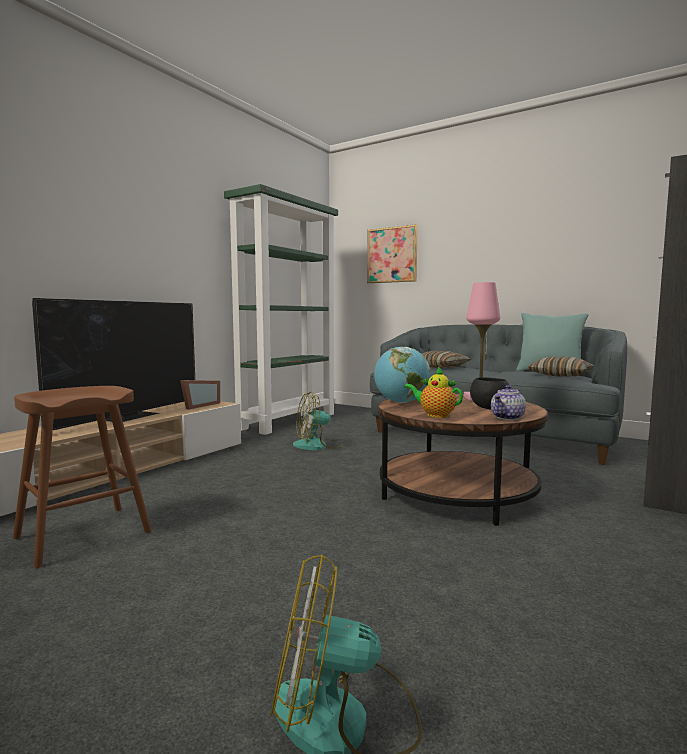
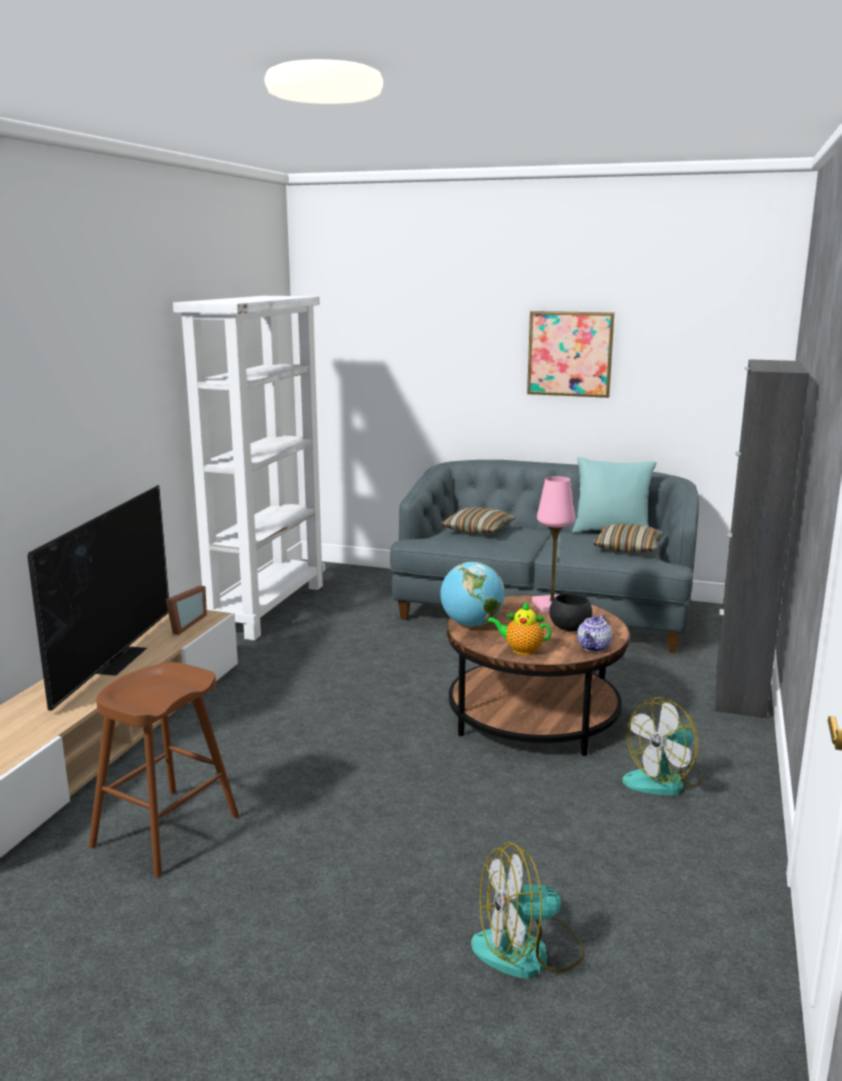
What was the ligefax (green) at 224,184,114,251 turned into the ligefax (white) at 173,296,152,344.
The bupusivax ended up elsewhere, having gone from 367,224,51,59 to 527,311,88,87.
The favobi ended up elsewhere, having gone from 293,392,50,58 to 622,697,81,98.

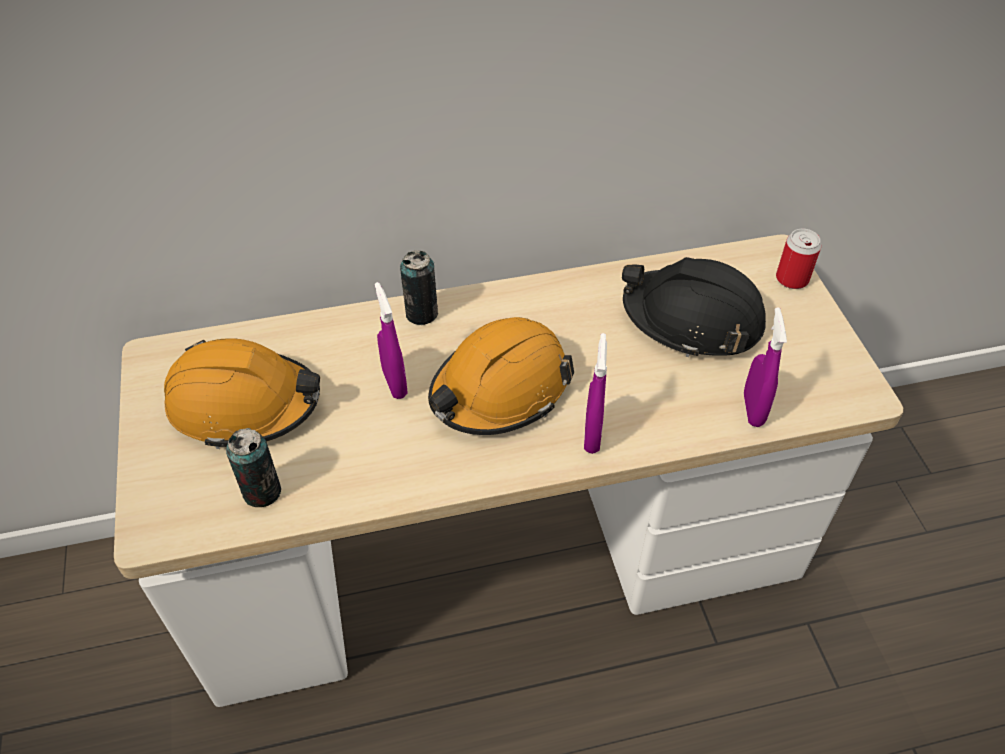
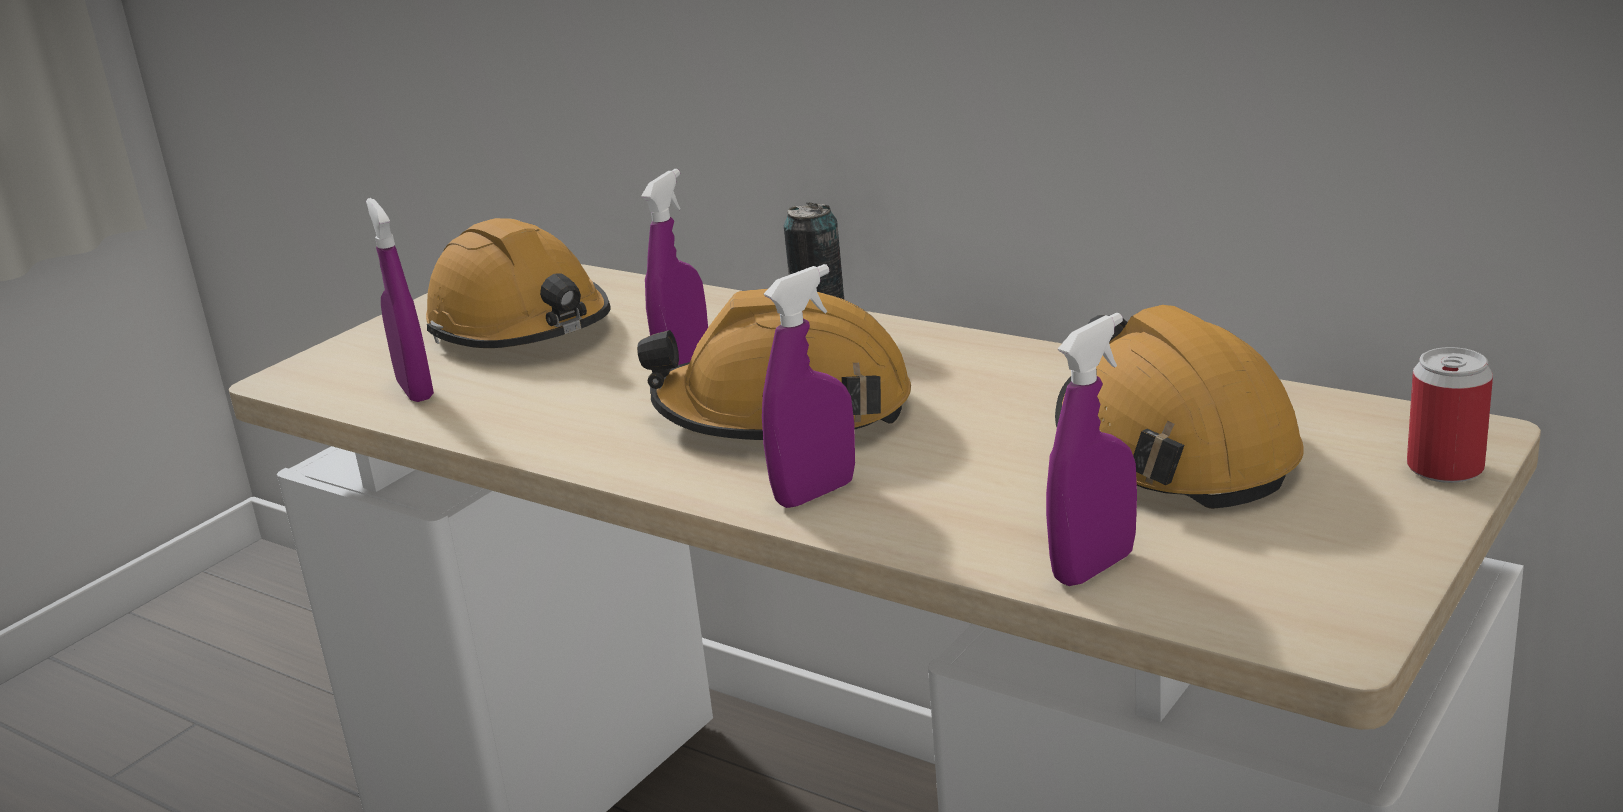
Where the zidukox stood at 226,428,55,79, the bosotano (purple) came to stand at 366,198,68,204.
What was the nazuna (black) at 622,257,144,100 turned into the nazuna (orange) at 1055,305,249,204.

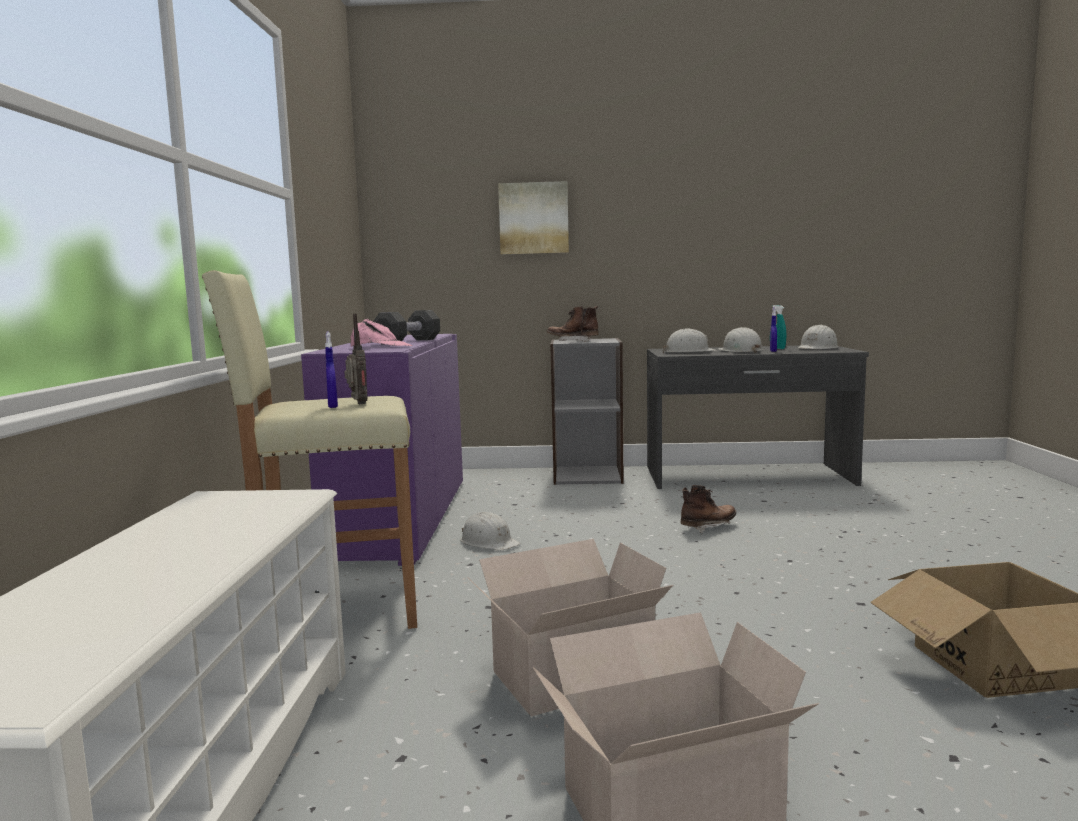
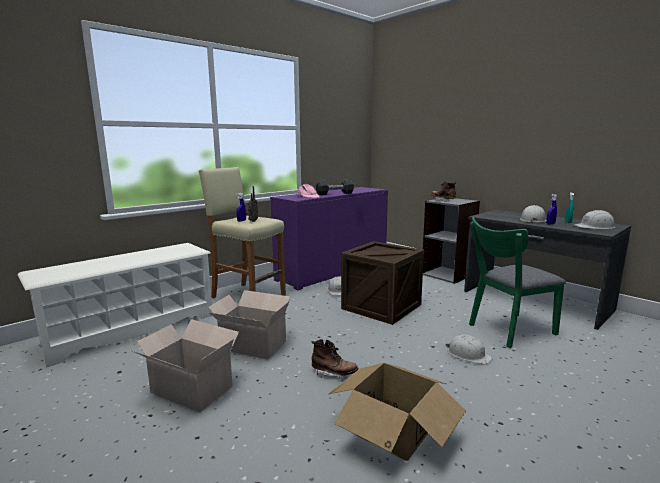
The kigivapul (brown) ended up elsewhere, having gone from 681,485,55,48 to 312,339,46,39.
The second view gained the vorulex at 341,241,83,84.
The nazuna (white) ended up elsewhere, having gone from 662,328,55,25 to 446,334,47,30.
The second view gained the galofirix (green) at 469,217,97,131.
The second view lost the bupusivax at 498,181,71,73.

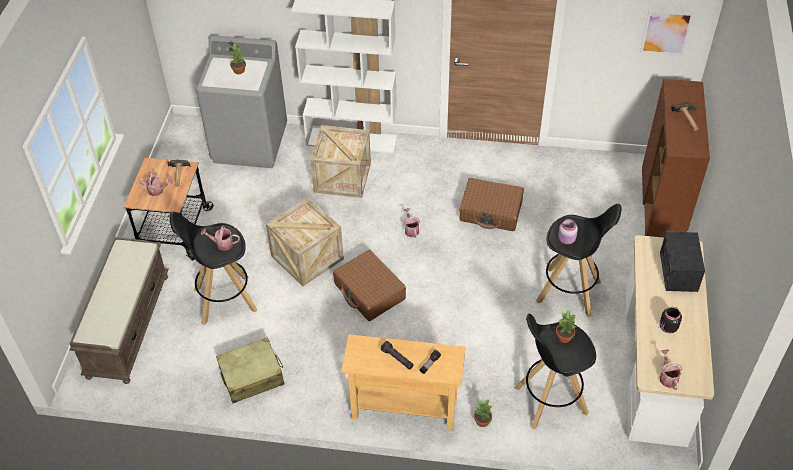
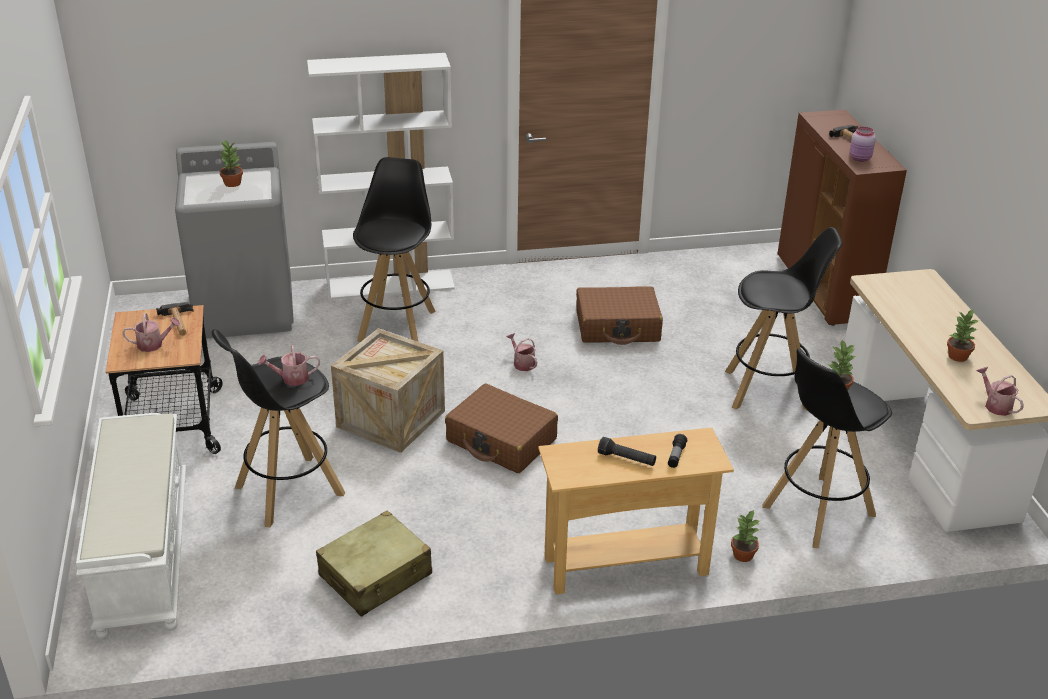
What was the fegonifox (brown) at 69,237,100,147 turned into the fegonifox (white) at 76,413,110,226.
Where the vorulex stood at 310,125,61,73, the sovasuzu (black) came to stand at 353,157,82,185.
The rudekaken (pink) ended up elsewhere, having gone from 558,219,20,26 to 849,127,27,35.
Where the rudekaken (black) stood at 659,307,23,26, the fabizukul came to stand at 947,310,31,52.
The second view lost the bupusivax at 640,10,54,46.
The second view lost the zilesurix at 660,232,45,60.

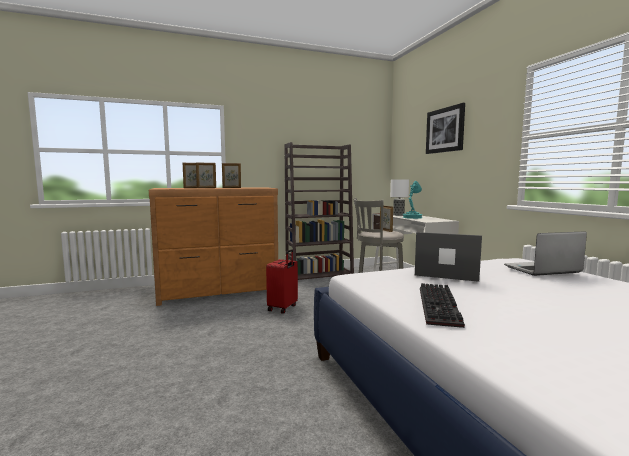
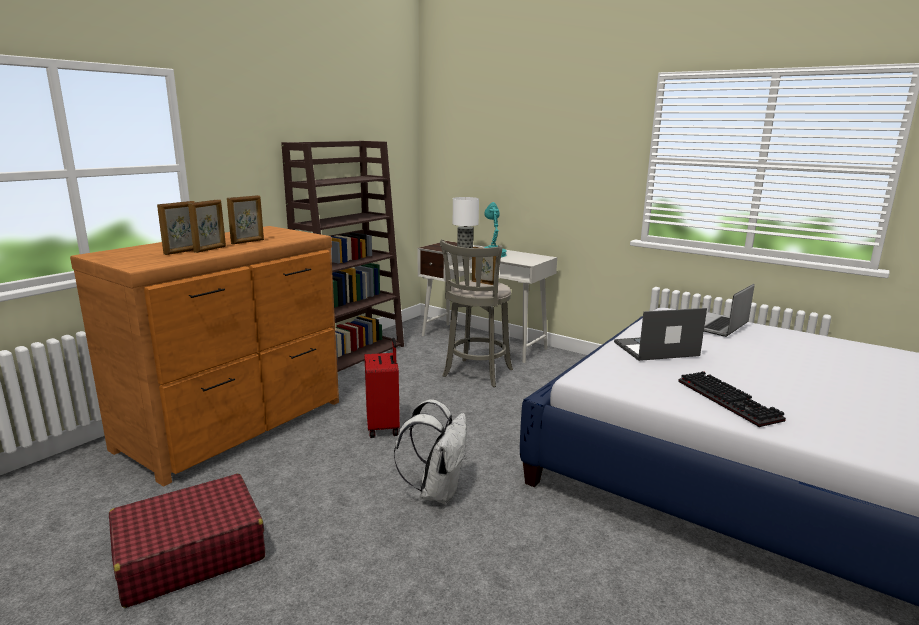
The second view gained the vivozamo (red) at 109,474,156,134.
The second view gained the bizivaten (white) at 394,399,73,105.
The second view lost the bupusivax at 426,103,39,51.

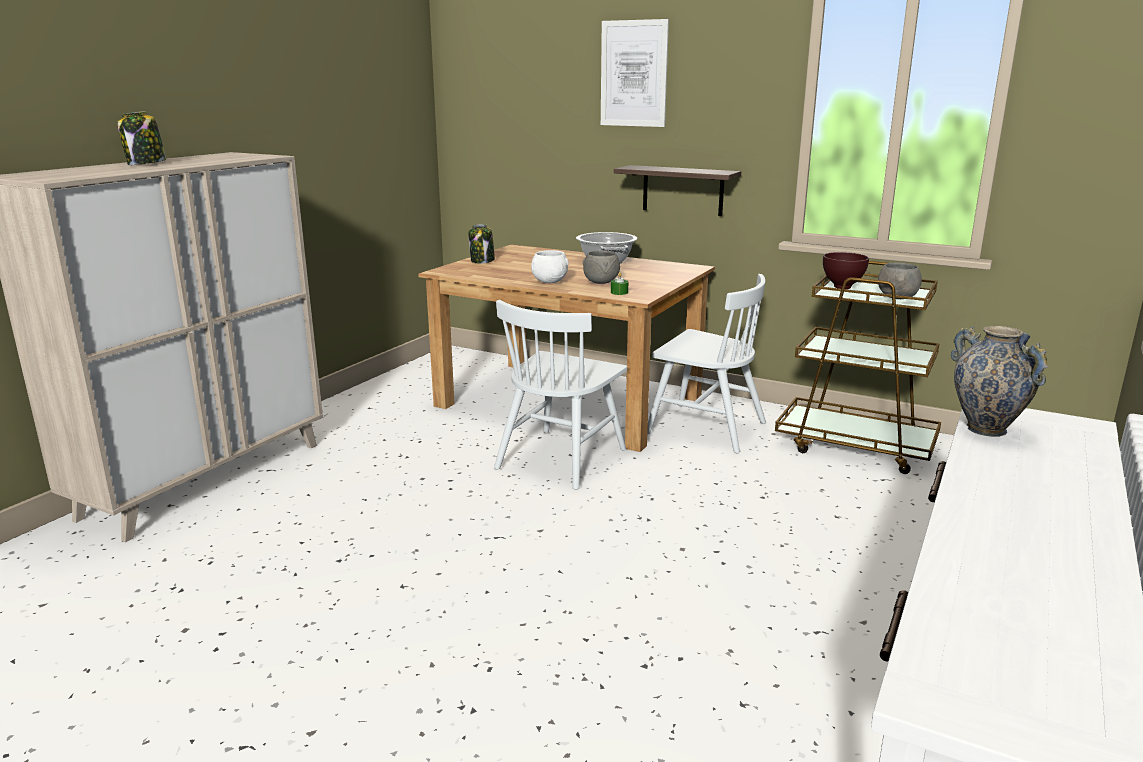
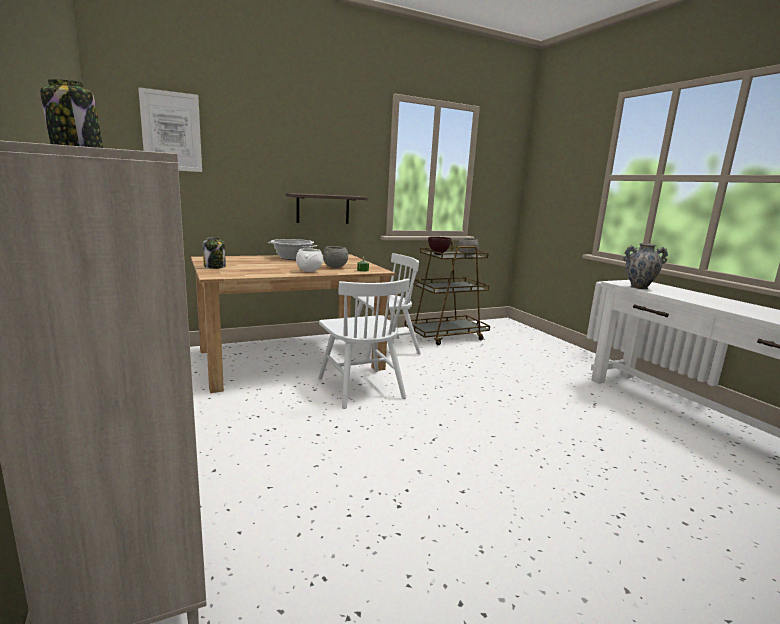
The bupusivax ended up elsewhere, having gone from 601,19,68,108 to 138,87,64,85.

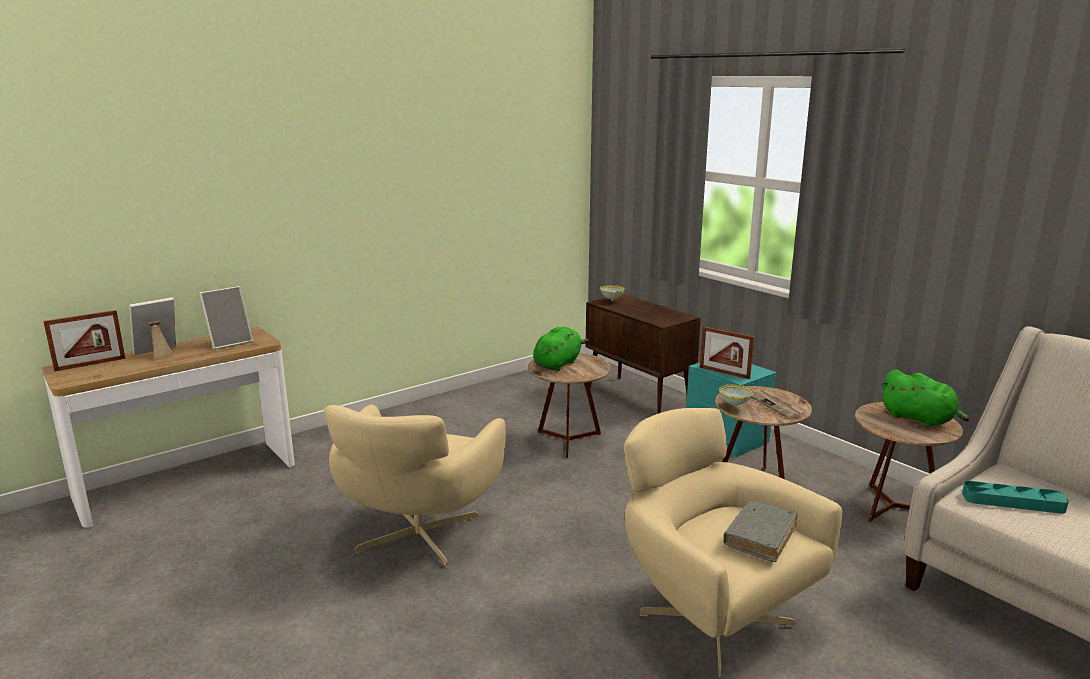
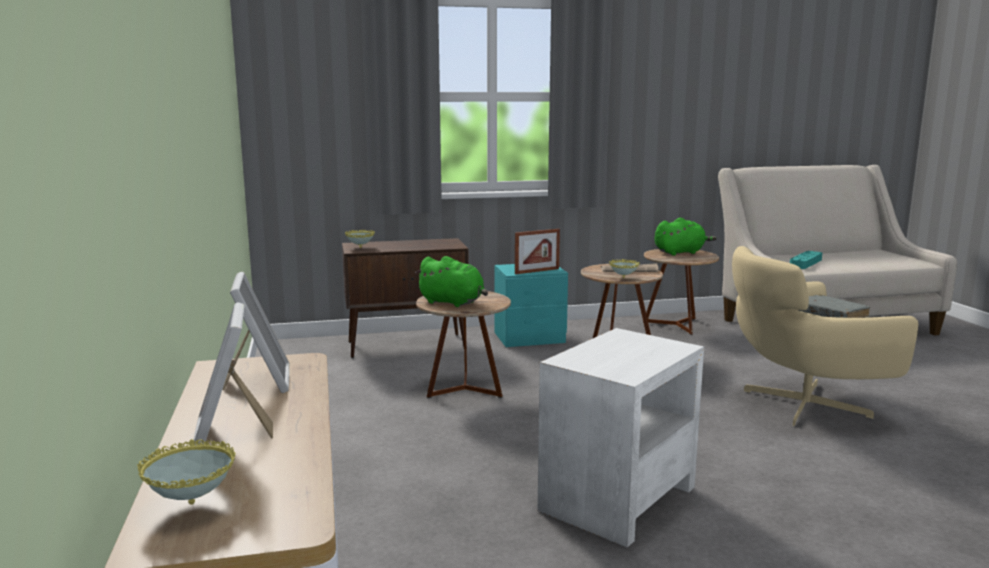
Where the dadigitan stood at 43,310,83,62, the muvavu came to stand at 137,439,99,66.
The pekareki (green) at 533,327,56,44 ended up facing another way, 150 degrees clockwise from before.
Where the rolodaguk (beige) stood at 324,405,182,163, the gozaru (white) came to stand at 538,328,166,220.

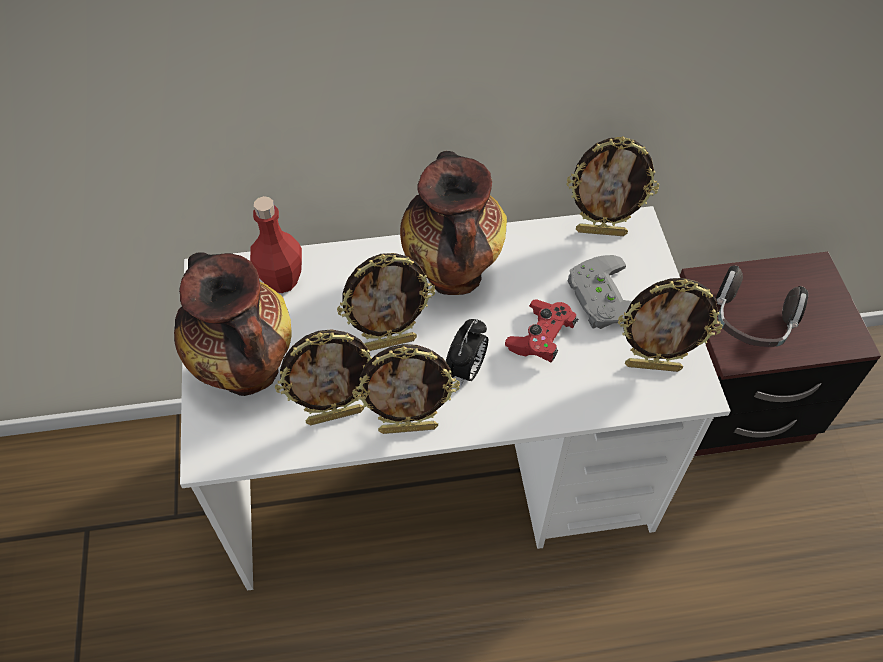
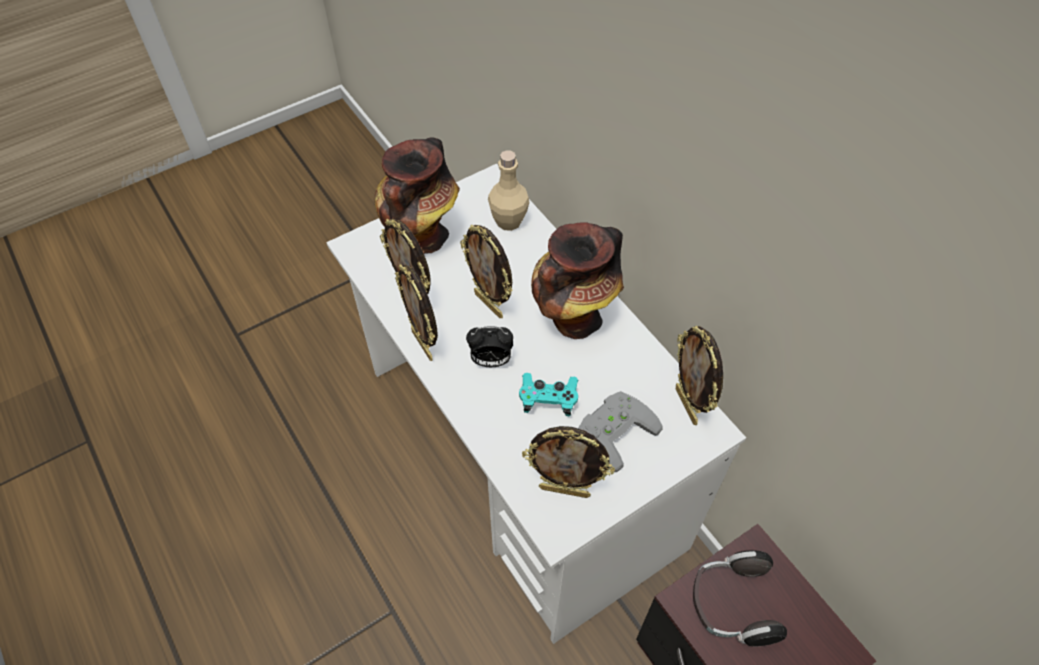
What was the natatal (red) at 250,196,52,97 turned into the natatal (beige) at 488,150,41,81.
What was the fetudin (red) at 505,299,73,64 turned into the fetudin (turquoise) at 519,373,60,43.
The dadigitan at 618,278,105,94 ended up facing another way, 60 degrees counterclockwise from before.

